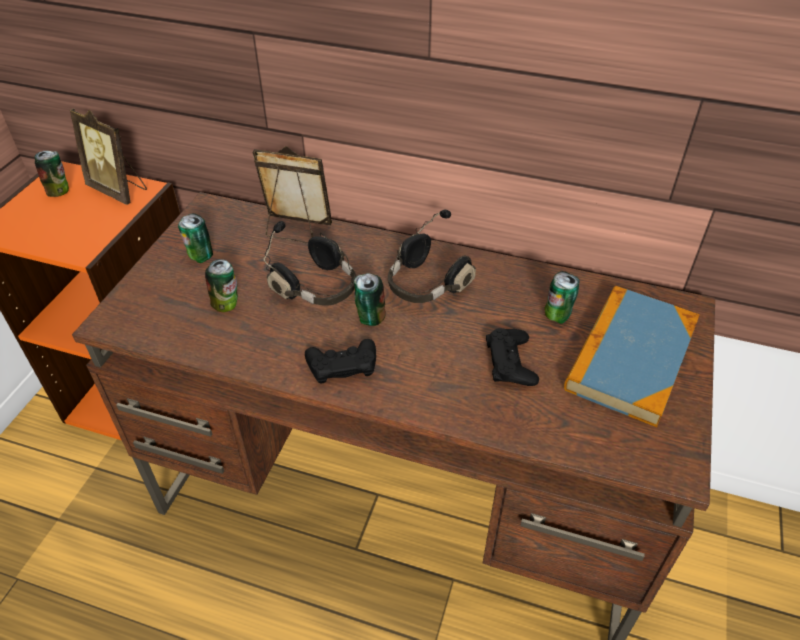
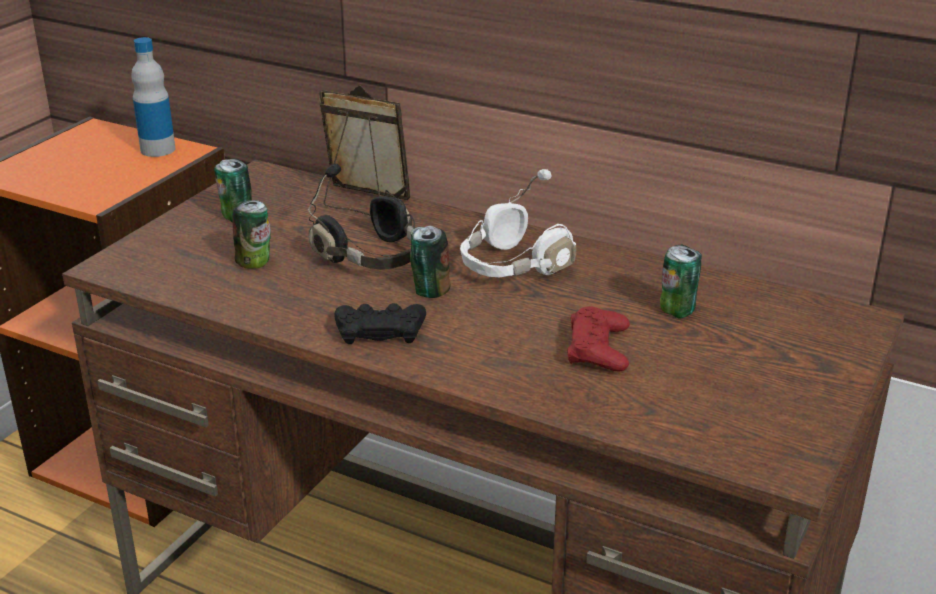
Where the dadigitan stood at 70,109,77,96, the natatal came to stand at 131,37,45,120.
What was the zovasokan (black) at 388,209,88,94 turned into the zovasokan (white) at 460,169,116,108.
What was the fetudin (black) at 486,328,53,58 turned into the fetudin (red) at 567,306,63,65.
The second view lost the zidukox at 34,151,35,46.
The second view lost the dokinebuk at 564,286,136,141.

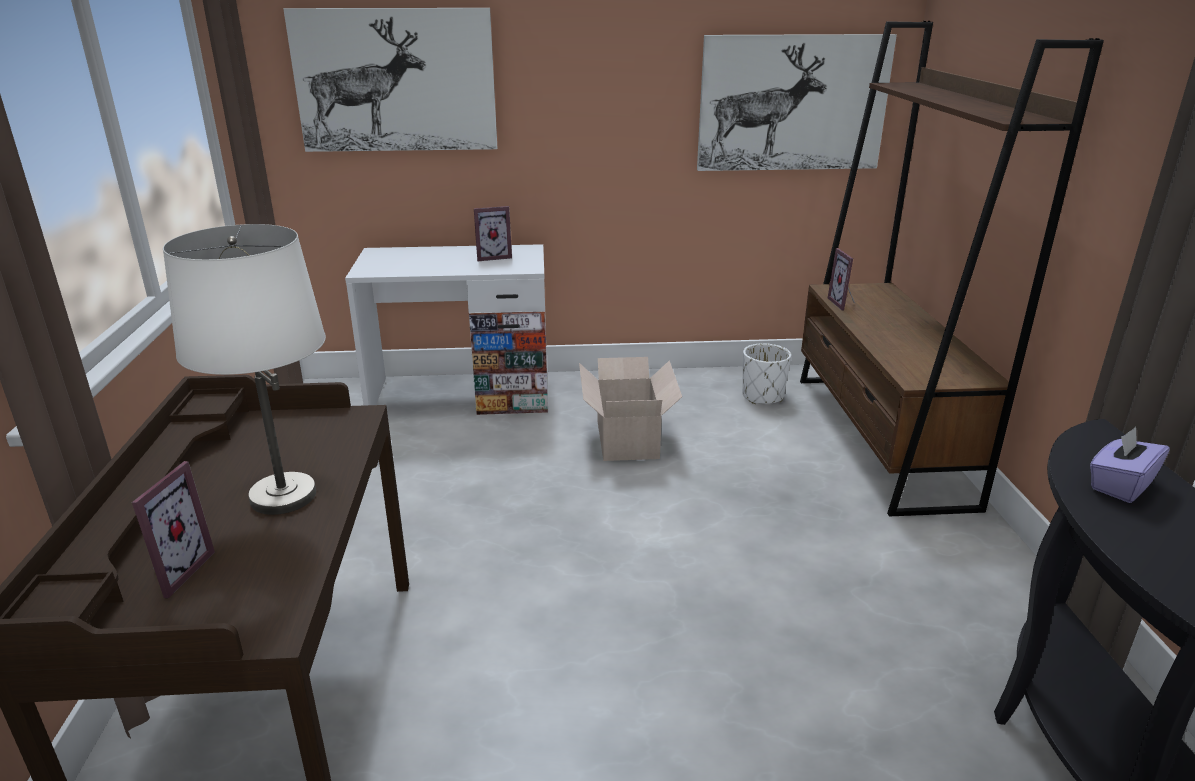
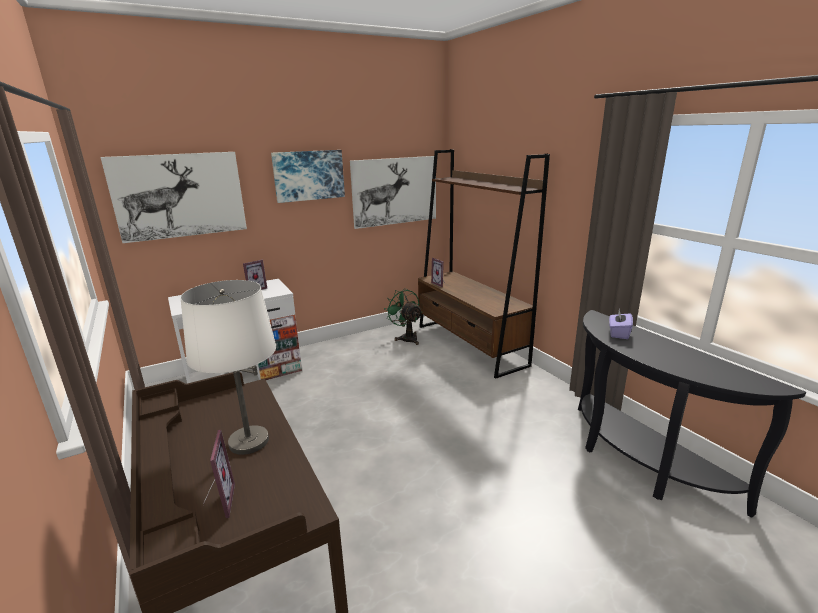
The second view gained the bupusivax at 271,150,74,53.
Where the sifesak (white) stood at 742,343,49,61, the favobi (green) came to stand at 384,289,38,56.
The second view lost the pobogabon at 579,357,103,104.

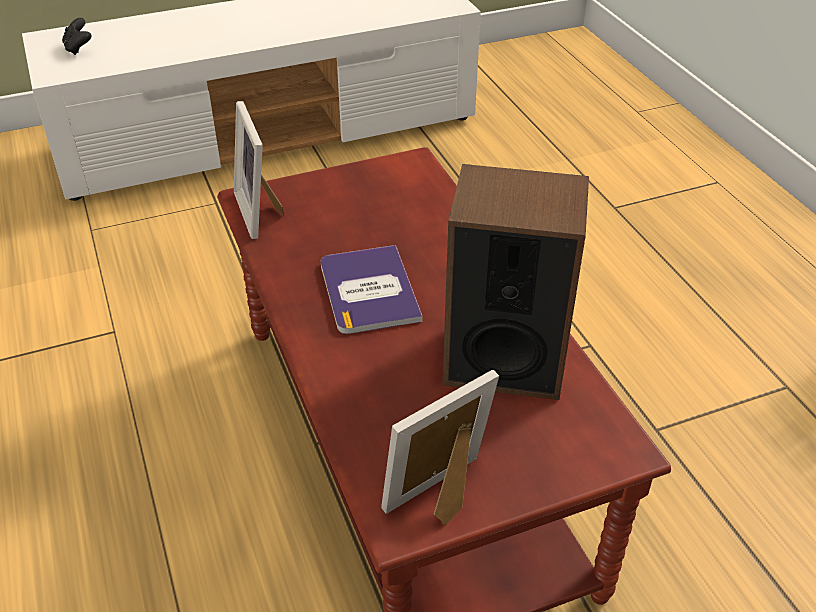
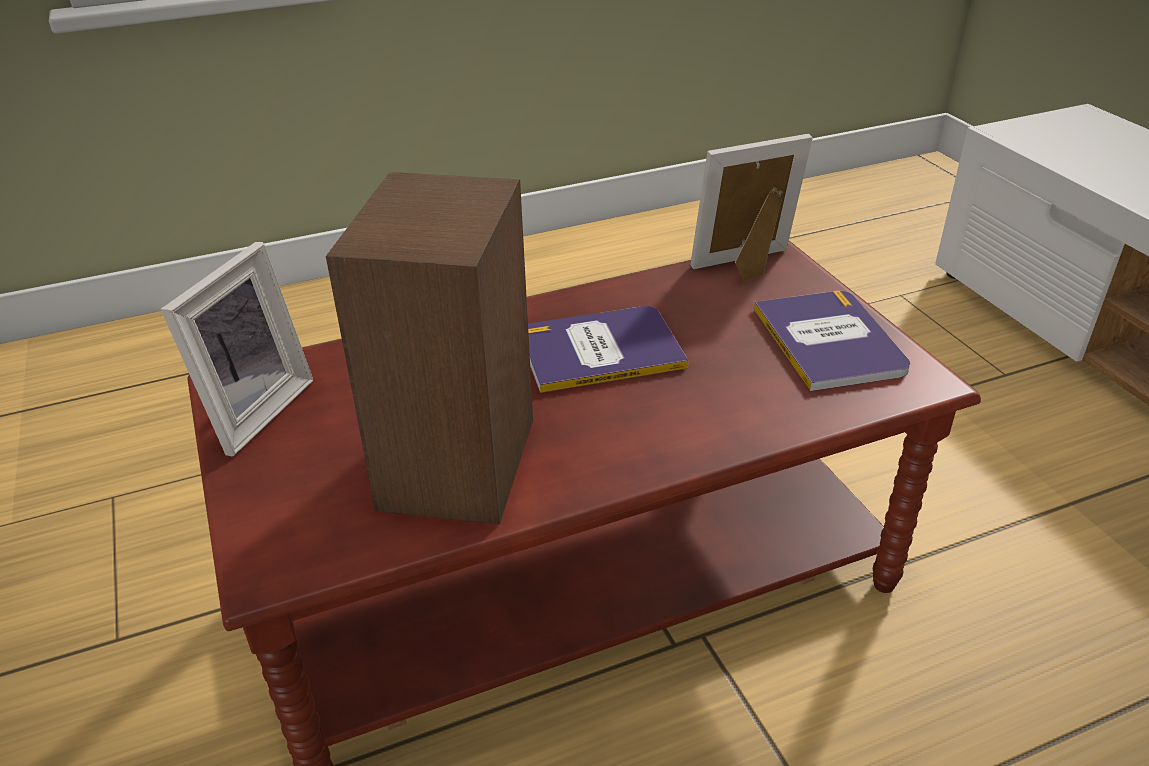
The dadigitan at 381,370,118,155 ended up facing another way, 60 degrees clockwise from before.
The second view gained the dokinebuk at 754,291,156,100.
The second view lost the fetudin (black) at 62,18,29,37.

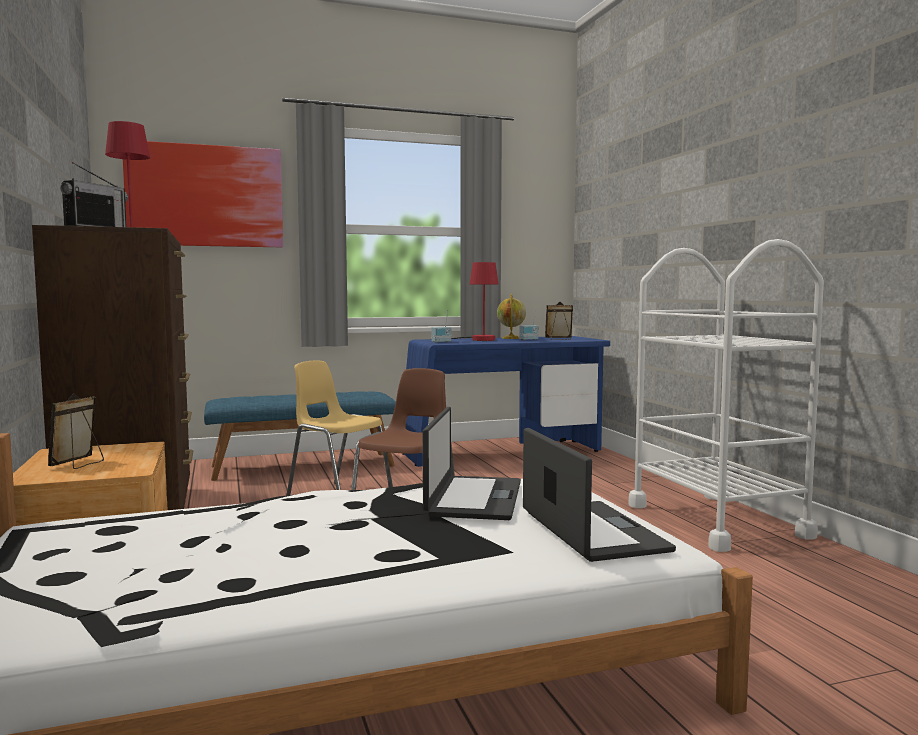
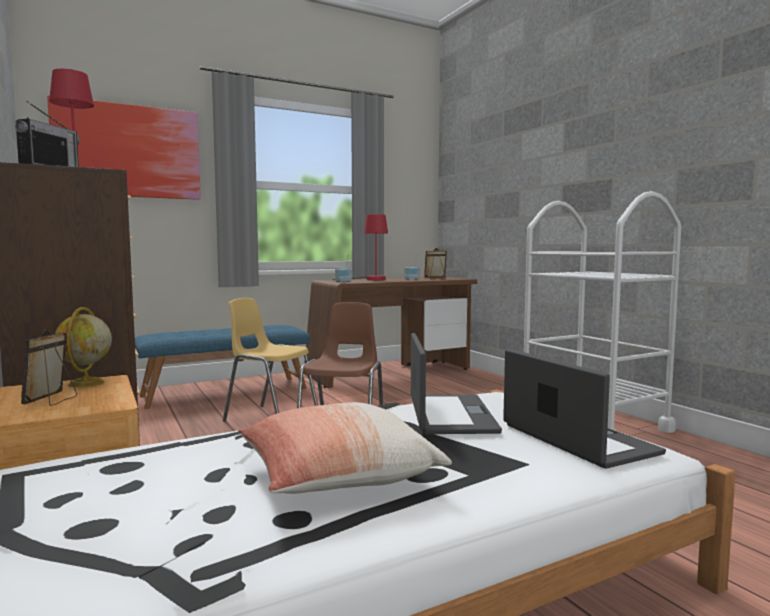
The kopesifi ended up elsewhere, having gone from 497,294,29,45 to 55,307,57,81.
The second view gained the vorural at 238,402,214,92.
What was the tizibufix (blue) at 402,336,208,131 turned into the tizibufix (brown) at 304,277,173,111.

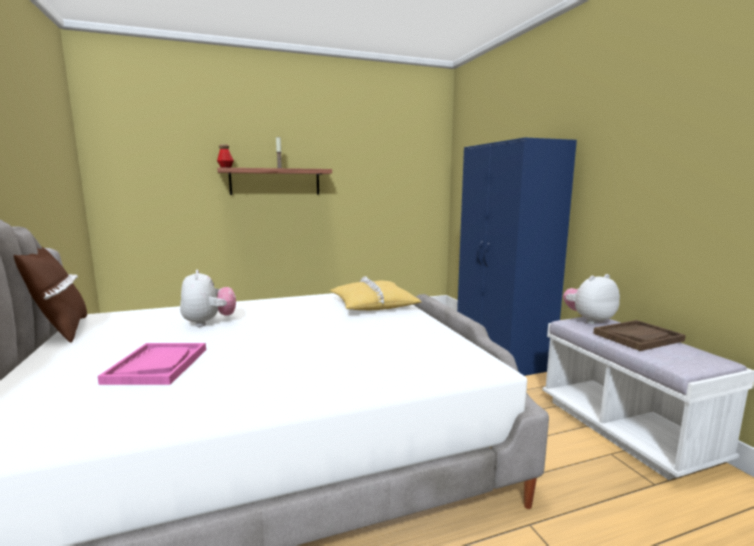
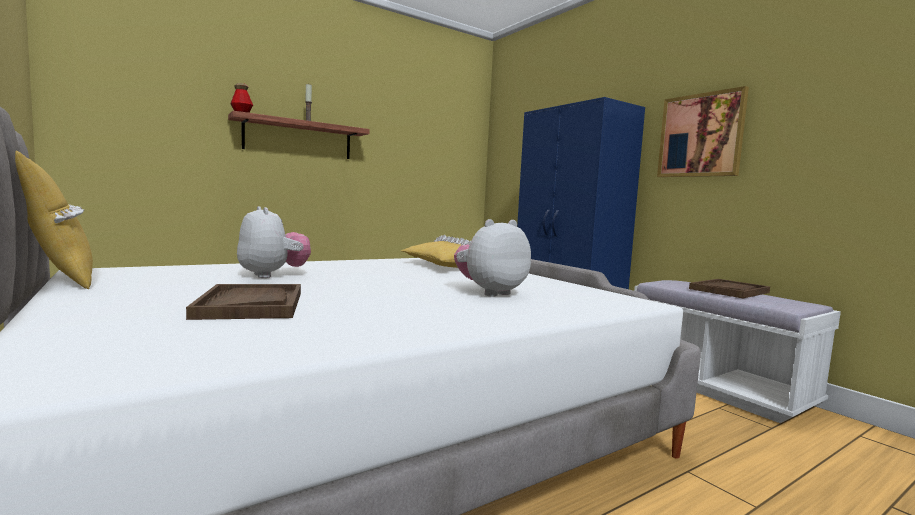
What was the vorural (brown) at 14,246,73,97 turned into the vorural (yellow) at 15,151,78,138.
What was the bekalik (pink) at 97,343,109,42 turned into the bekalik (brown) at 186,284,115,36.
The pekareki ended up elsewhere, having gone from 563,274,57,50 to 454,219,77,78.
The second view gained the bupusivax at 657,86,92,91.

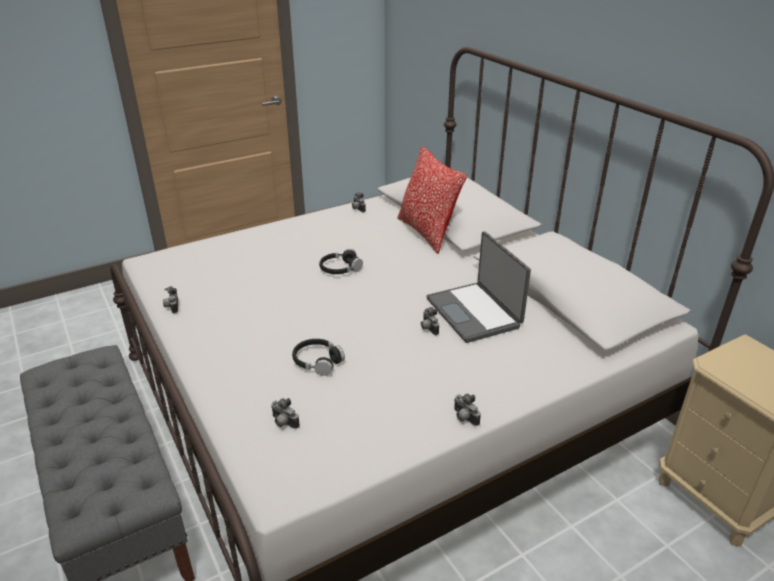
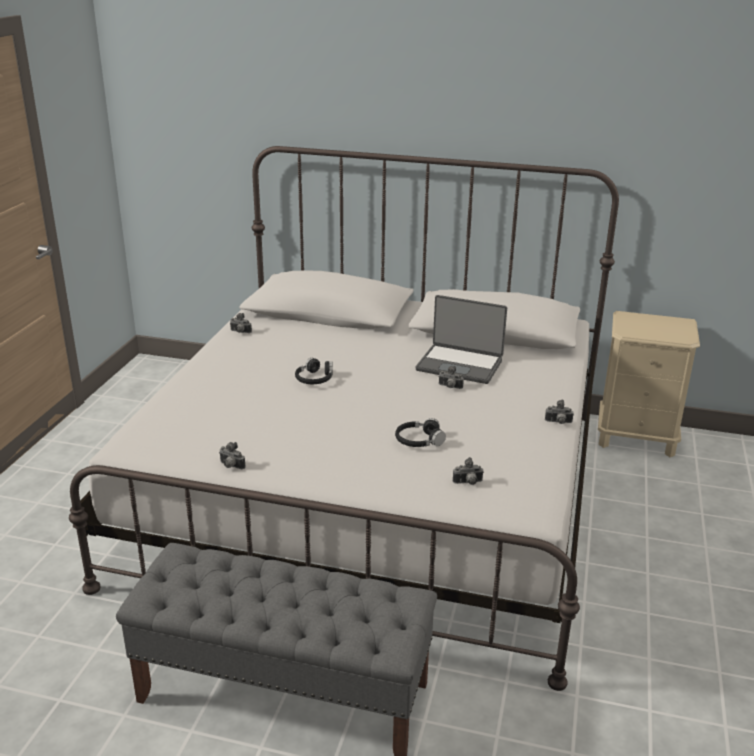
The second view lost the vorural at 397,147,70,106.

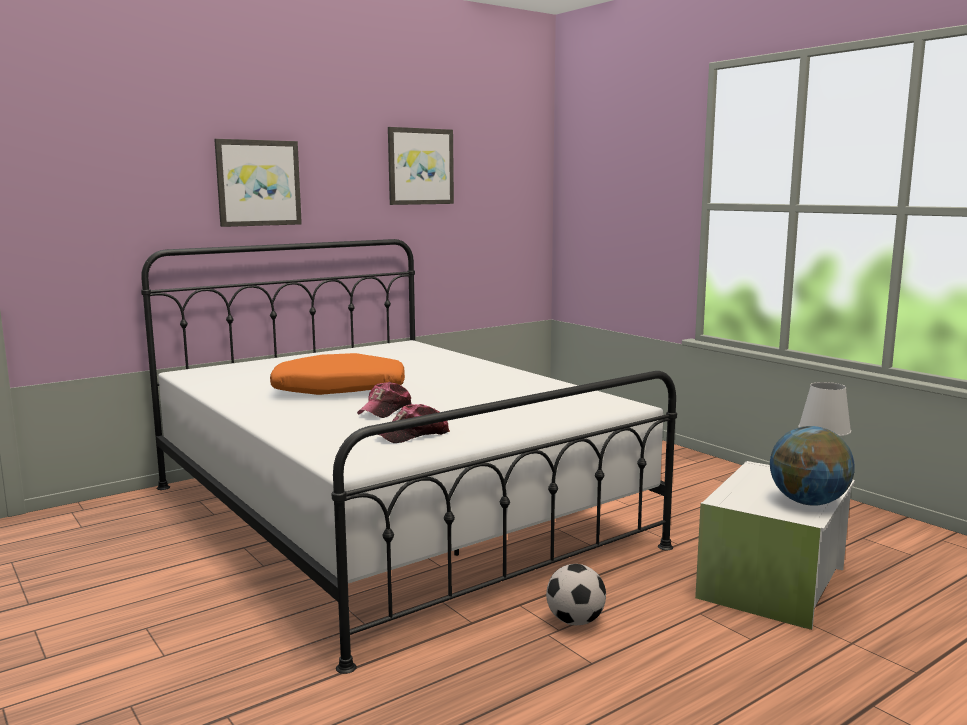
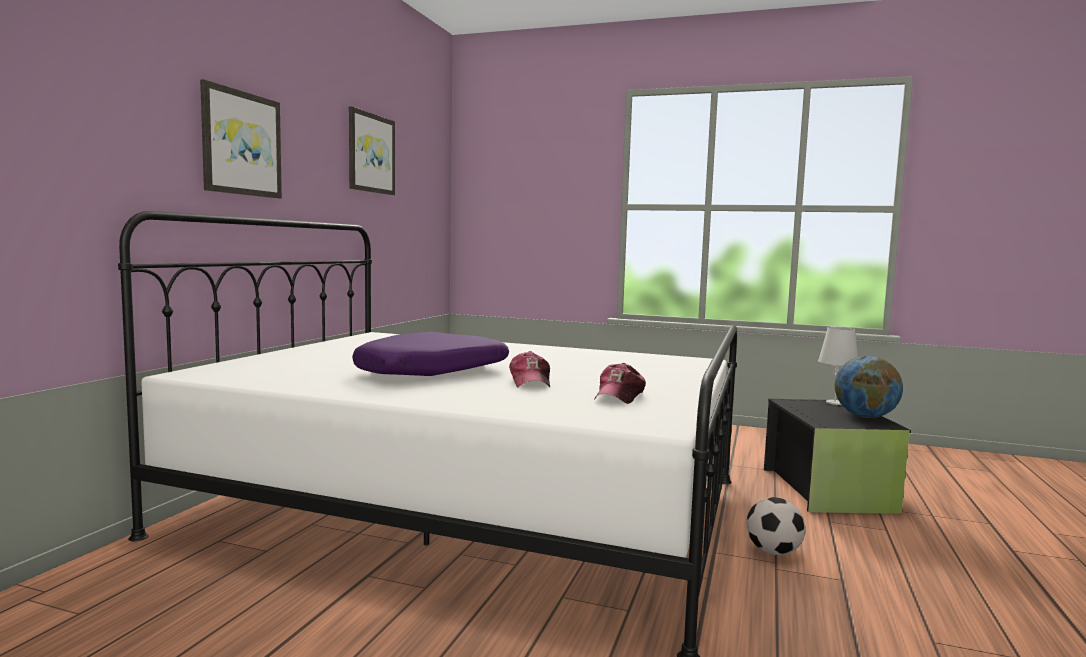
What was the vorural (orange) at 270,353,135,42 turned into the vorural (purple) at 352,332,157,44.
What was the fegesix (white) at 695,461,160,169 turned into the fegesix (black) at 764,399,147,115.

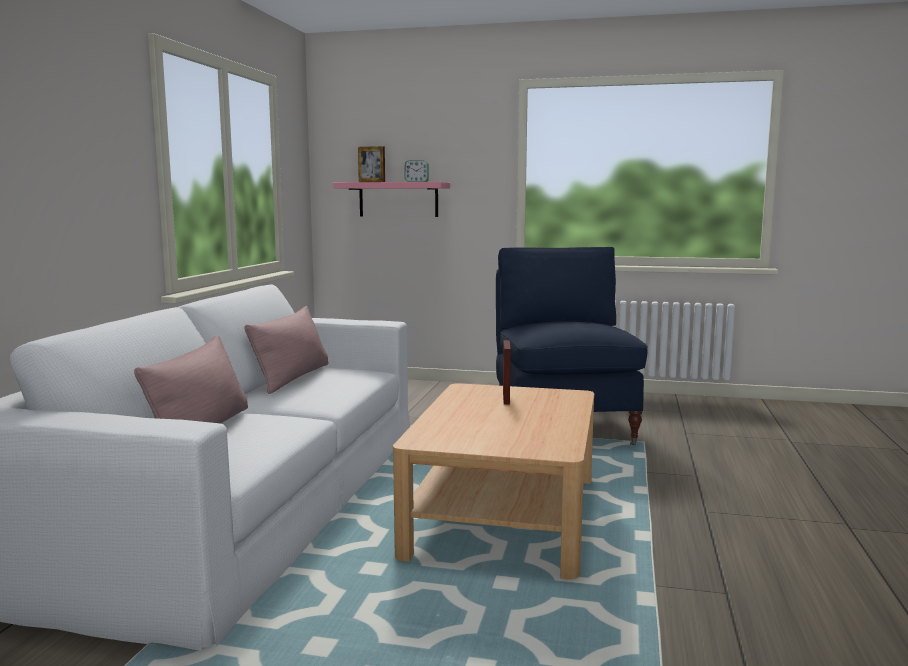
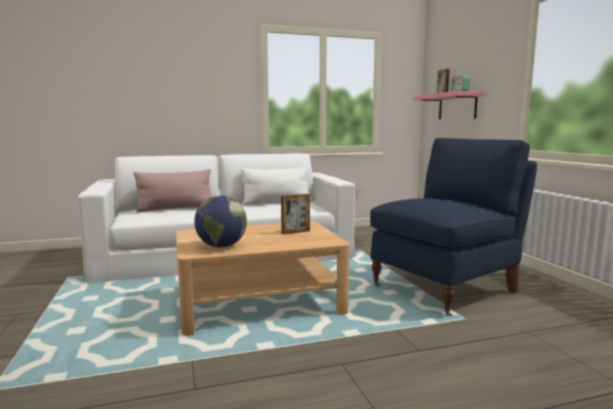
The second view gained the kopesifi at 194,196,53,52.
What was the vorural (pink) at 244,306,84,88 turned into the vorural (white) at 241,166,71,39.

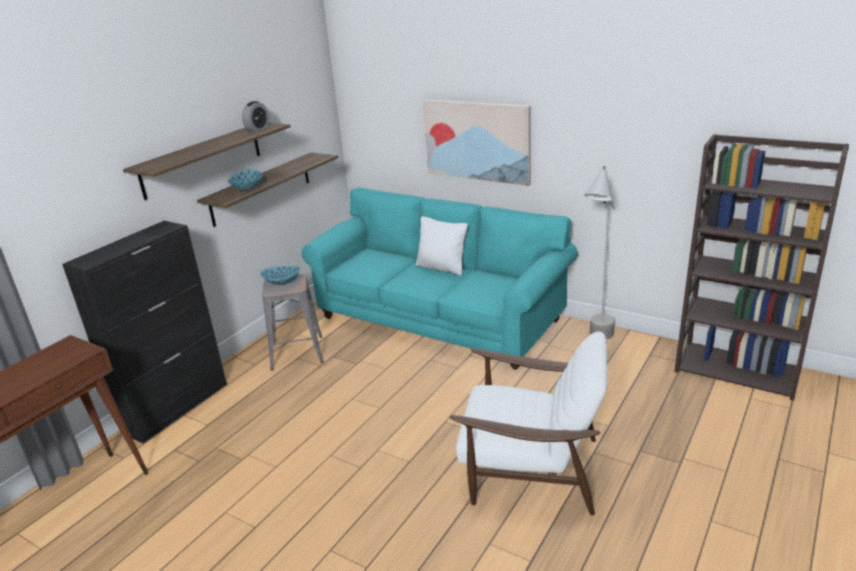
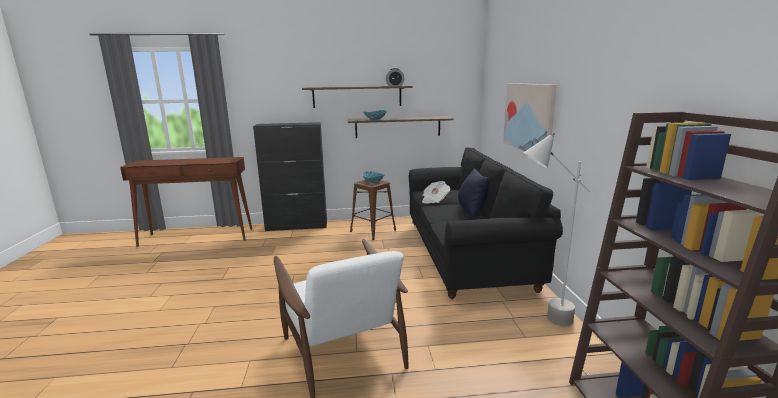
What was the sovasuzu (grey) at 262,274,61,96 turned into the sovasuzu (brown) at 350,180,46,60.
What was the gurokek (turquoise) at 301,187,277,183 turned into the gurokek (black) at 409,147,154,152.
The second view gained the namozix at 422,181,28,22.
What was the vorural (white) at 416,216,52,59 turned into the vorural (black) at 458,169,31,49.

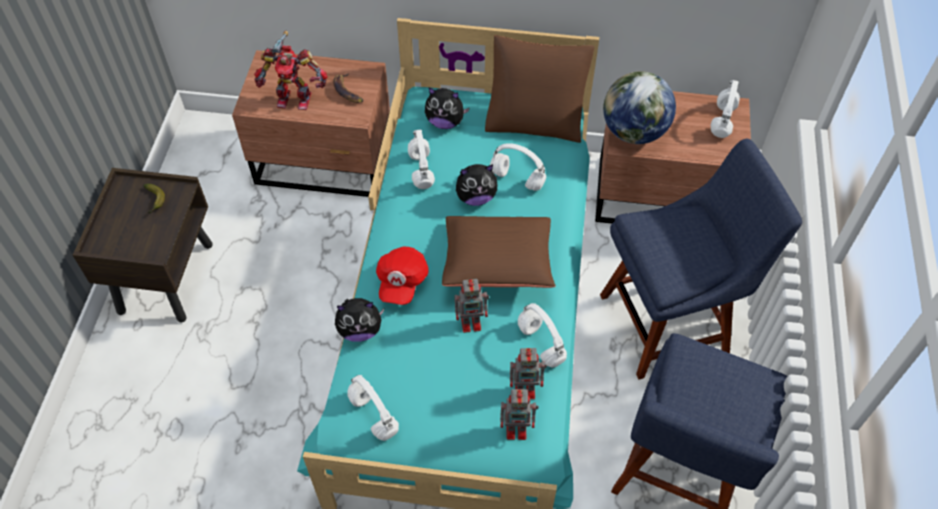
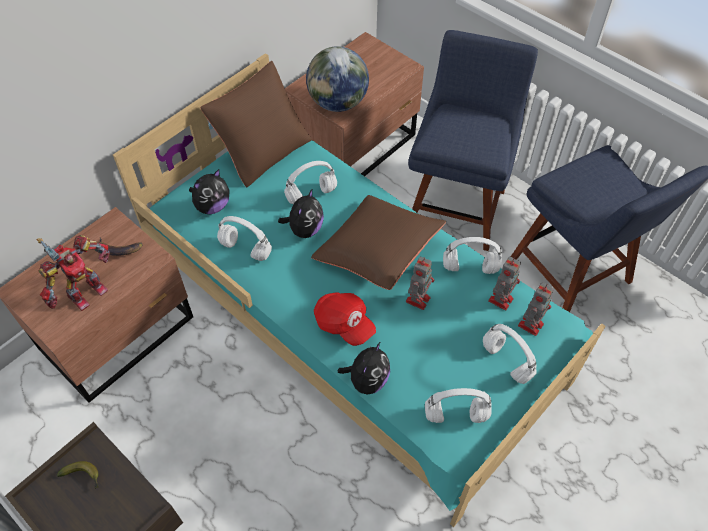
The zovasokan (white) ended up elsewhere, having gone from 711,80,29,58 to 483,324,54,60.

